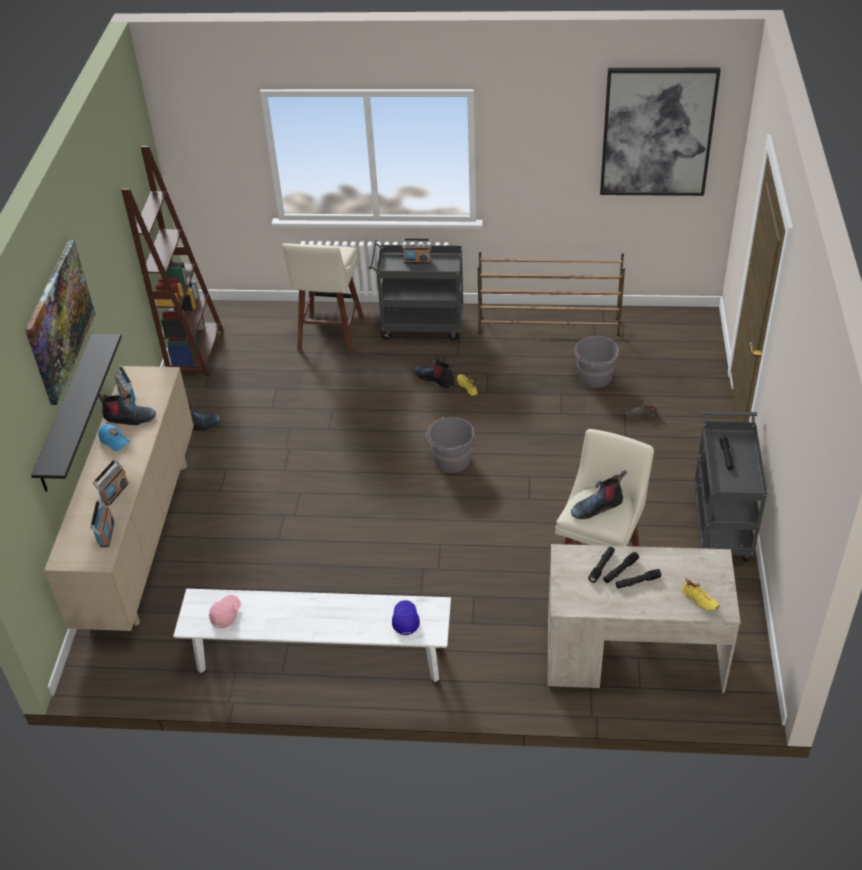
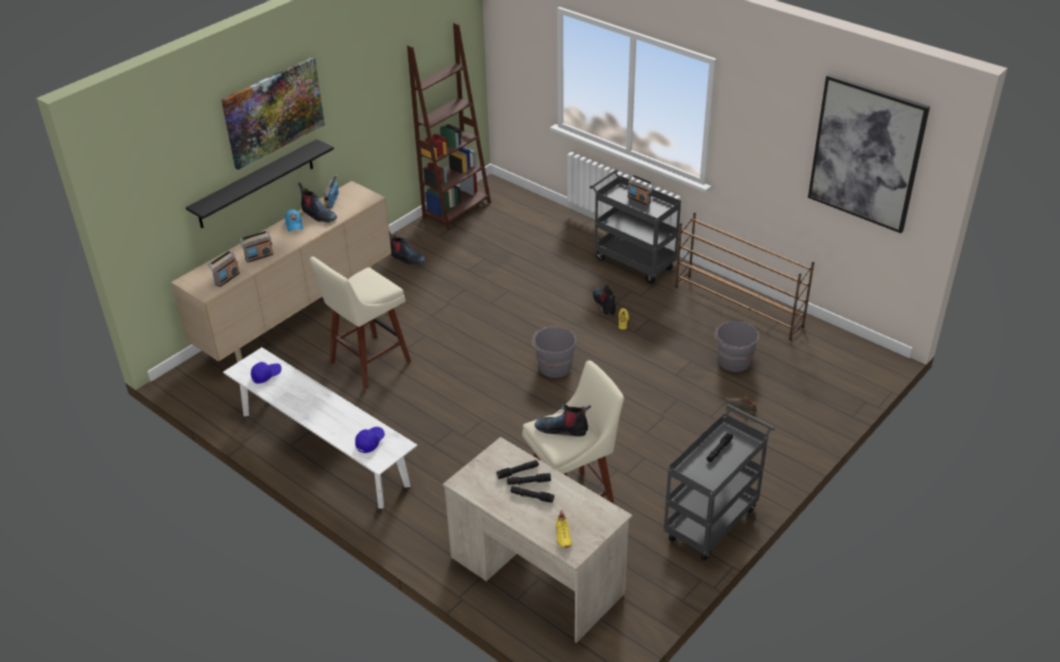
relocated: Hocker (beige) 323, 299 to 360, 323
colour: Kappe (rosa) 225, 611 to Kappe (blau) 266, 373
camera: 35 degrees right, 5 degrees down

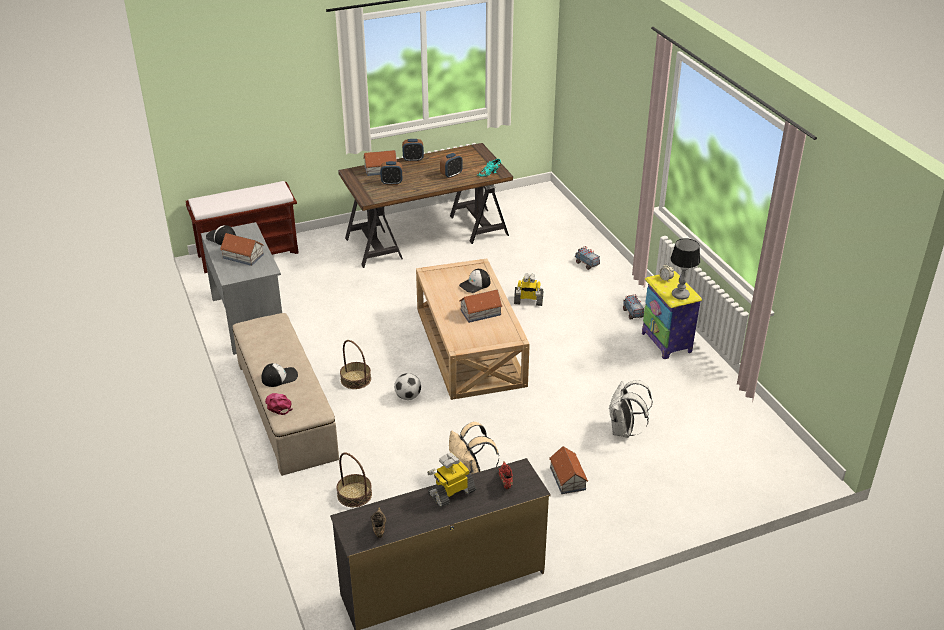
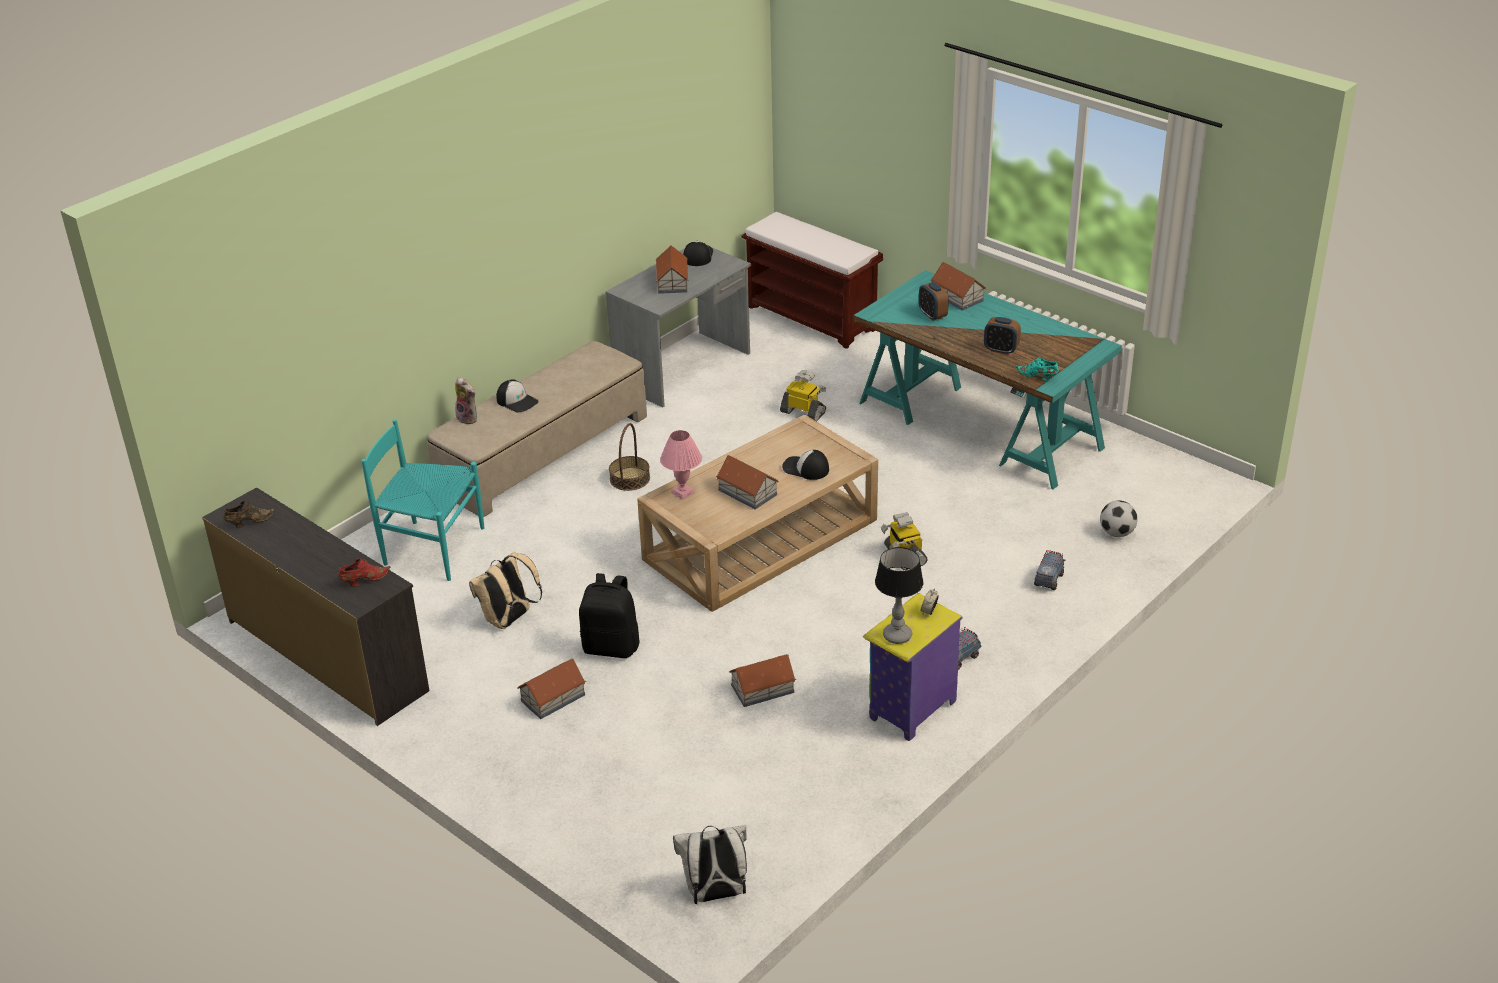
missing: Wecker 413, 150
appeared: Tischlampe (rosa) 681, 464; Rucksack (schwarz) 609, 615; Spielzeughaus 762, 680
relocated: Fußball 407, 386 to 1119, 518; Rucksack (weiß) 631, 409 to 710, 864; Spielzeugroboter 451, 479 to 803, 396
exchanged: Kappe (rosa) 279, 404 to Plüschtier 466, 401; Korb 354, 479 to Stuhl (türkis) 423, 500
colour: Schreibtisch (braun) 425, 205 to Schreibtisch (türkis) 988, 380
camera: 65 degrees right, 0 degrees up

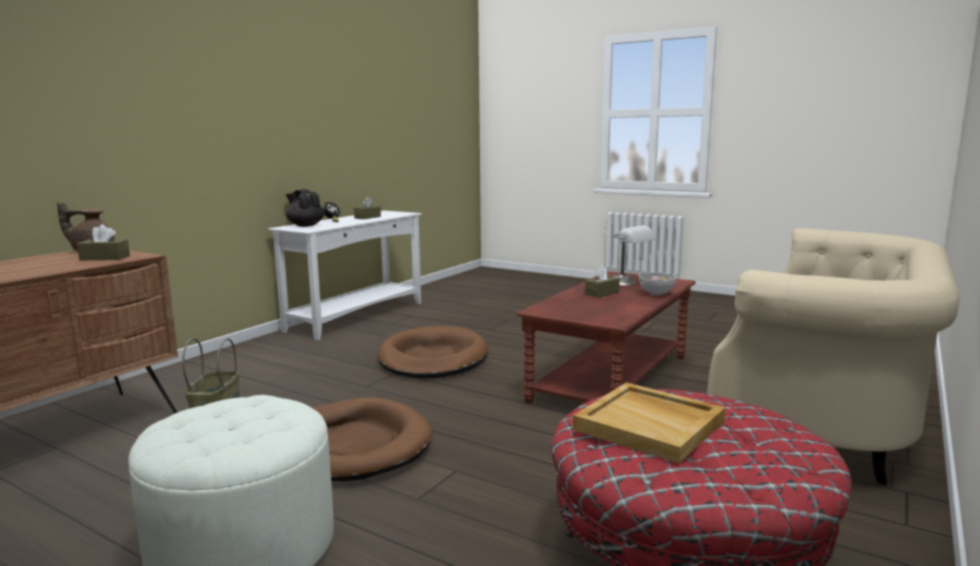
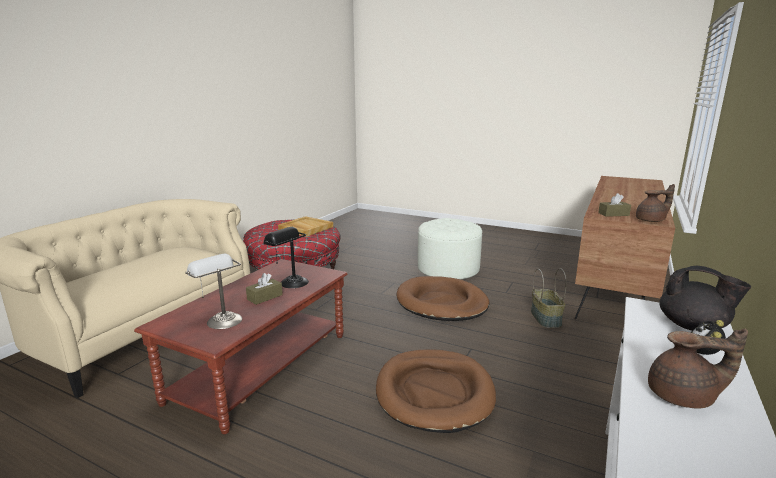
missing: Schüssel 658, 284
appeared: Tischlampe (schwarz) 286, 257
exchanged: Taschentuchbox (braun) 367, 208 to Teekanne (braun) 698, 368
camera: 175 degrees right, 5 degrees up

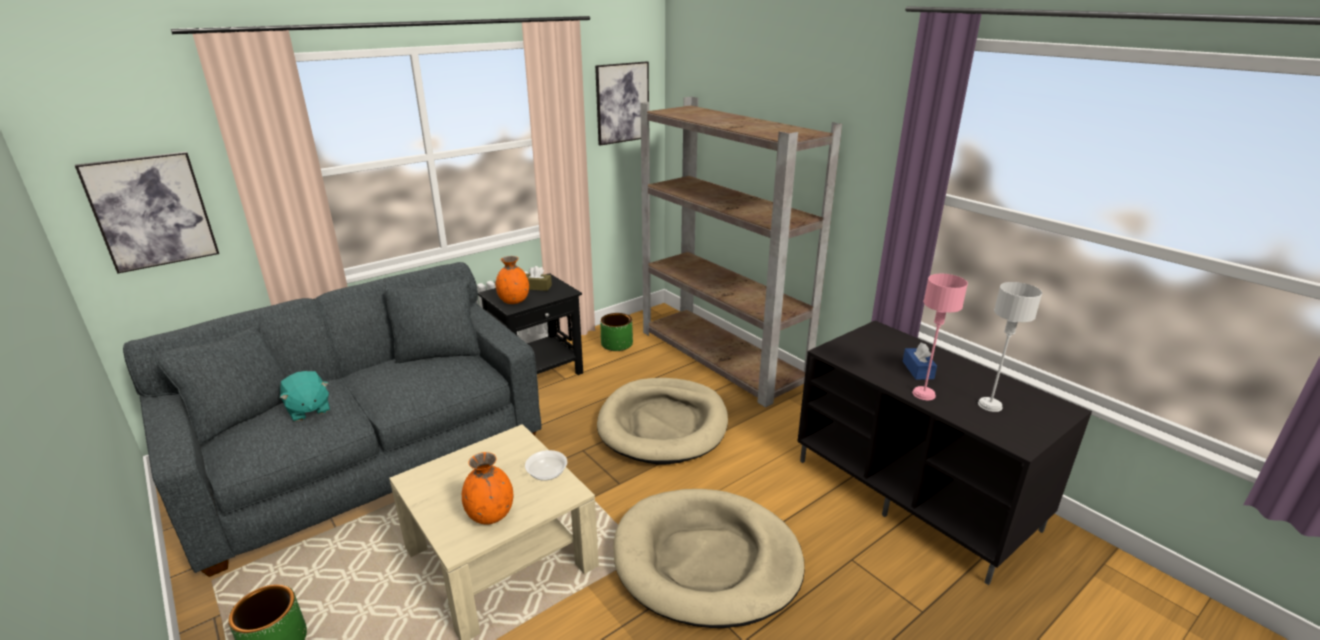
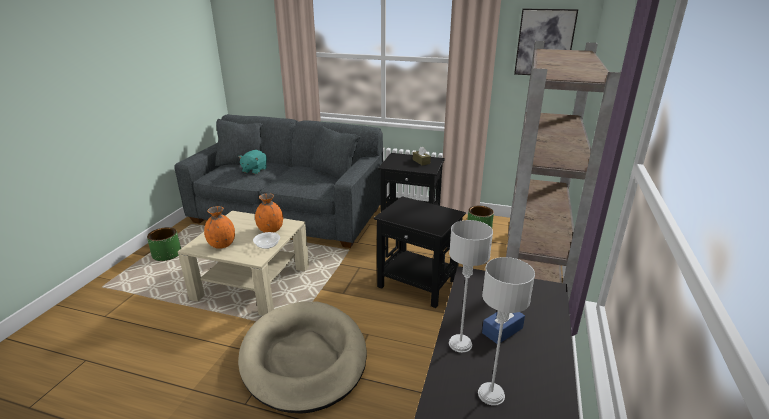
missing: Bild 147, 213
relocated: Vase (orange) 512, 280 to 269, 213
exchanged: Hundebett (beige) 662, 421 to Beistelltisch (schwarz) 420, 252
colour: Tischlampe (rosa) 940, 337 to Tischlampe (grau) 471, 286
camera: 55 degrees right, 0 degrees up

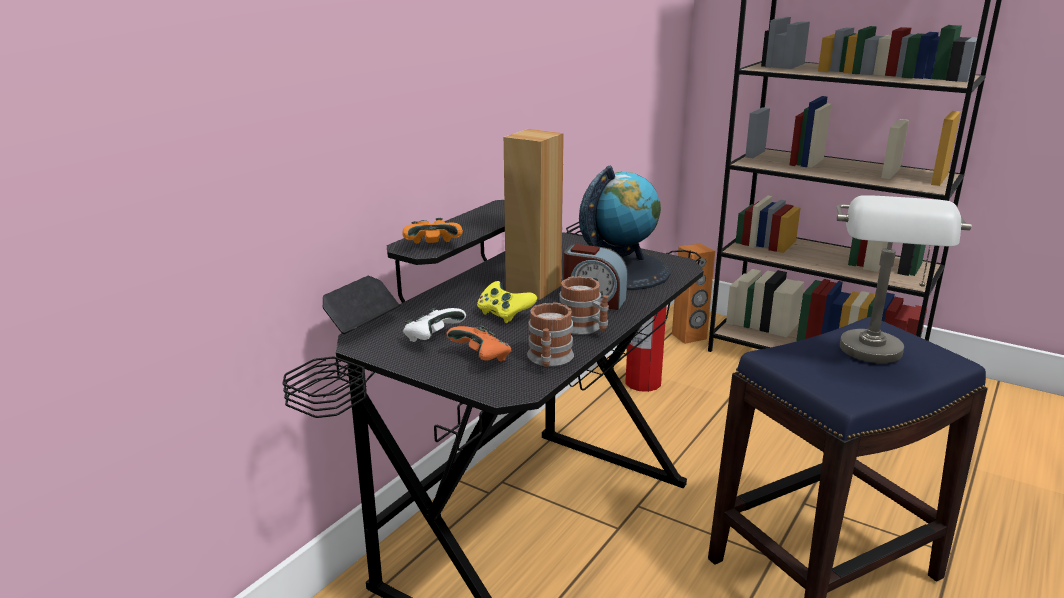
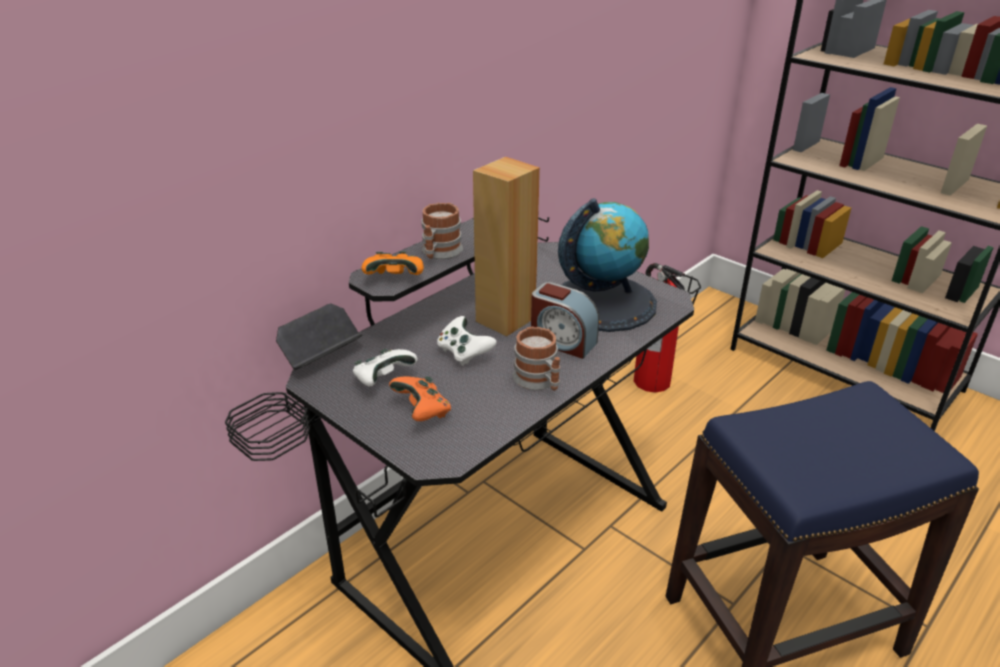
missing: Tischlampe (grau) 903, 279; Lautsprecher (orange) 693, 293
relocated: Henkelbecher 550, 334 to 442, 231
colour: Gamepad (gelb) 507, 302 to Gamepad (weiß) 467, 341
camera: 10 degrees right, 10 degrees up

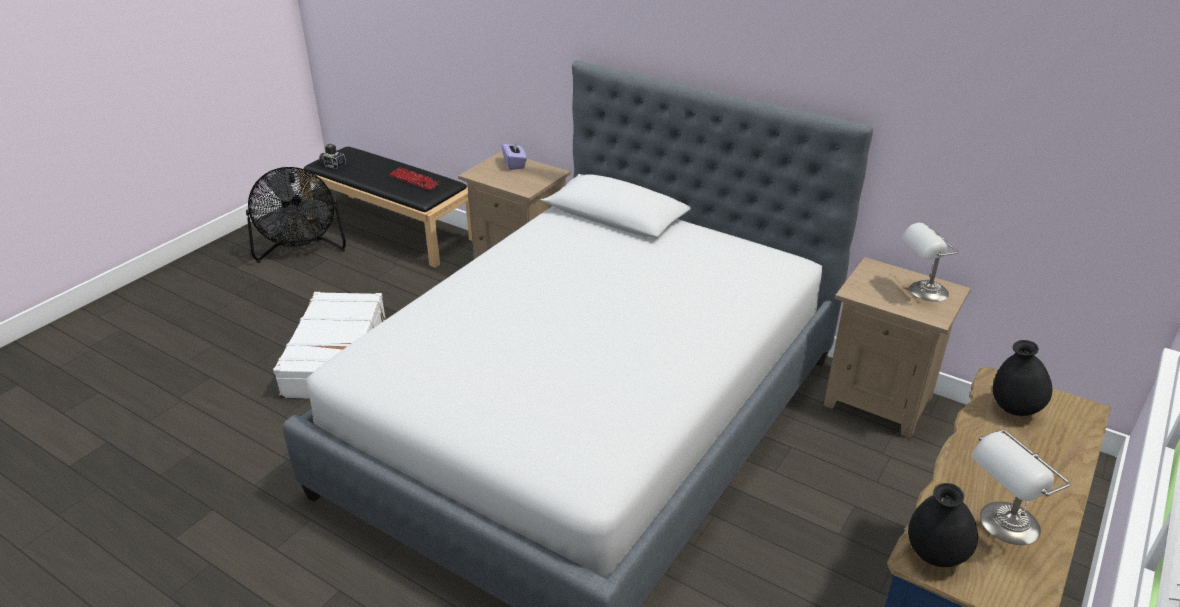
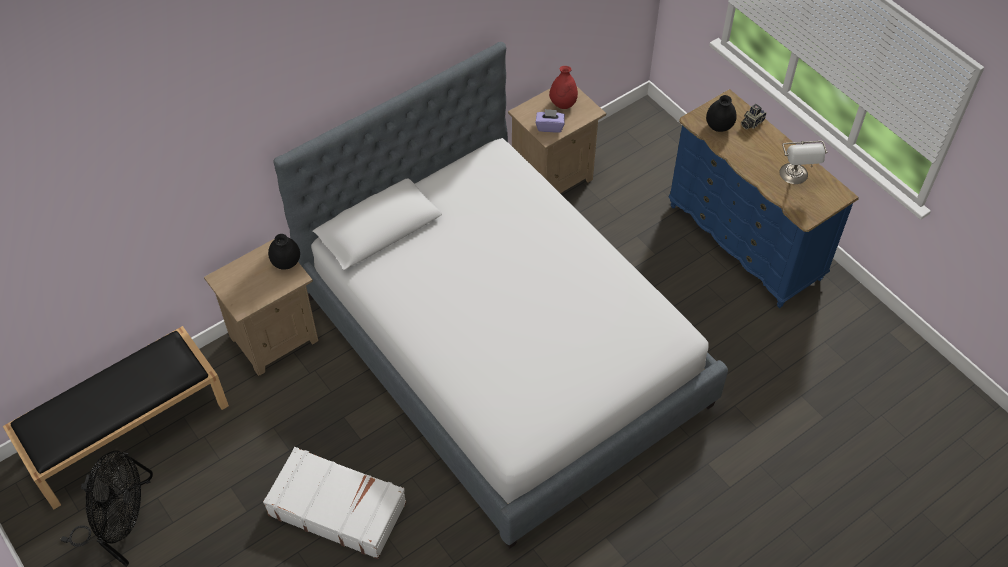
missing: Tastatur 414, 179
relocated: Taschentuchbox (lila) 514, 155 to 550, 121; Kamera 332, 156 to 753, 116; Vase (schwarz) 943, 525 to 284, 252
exchanged: Tischlampe (weiß) 930, 262 to Vase (rot) 563, 87
camera: 70 degrees left, 20 degrees up

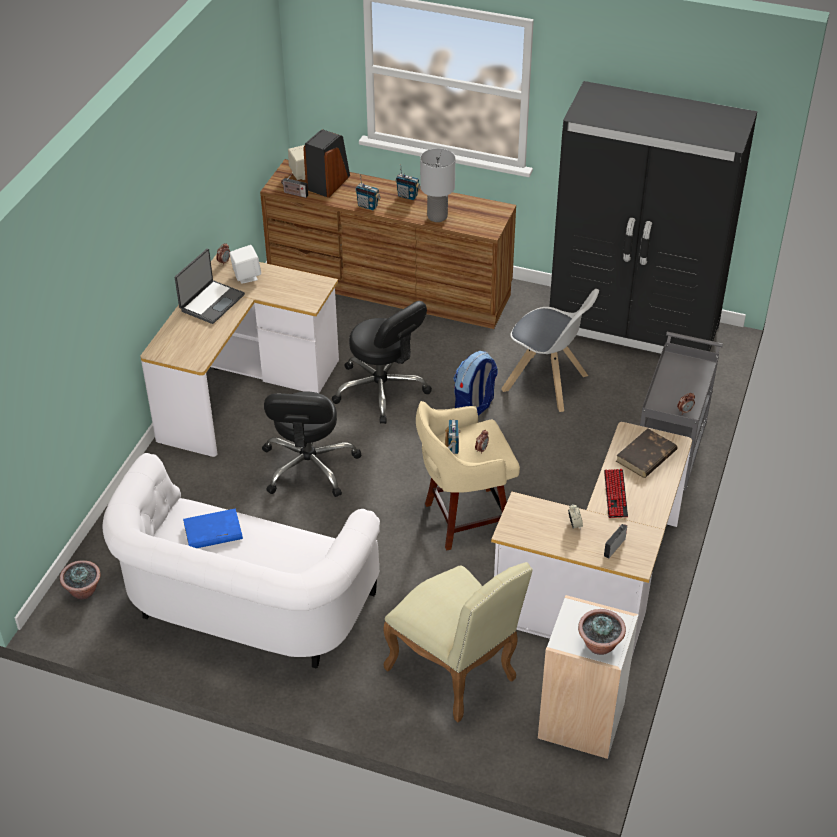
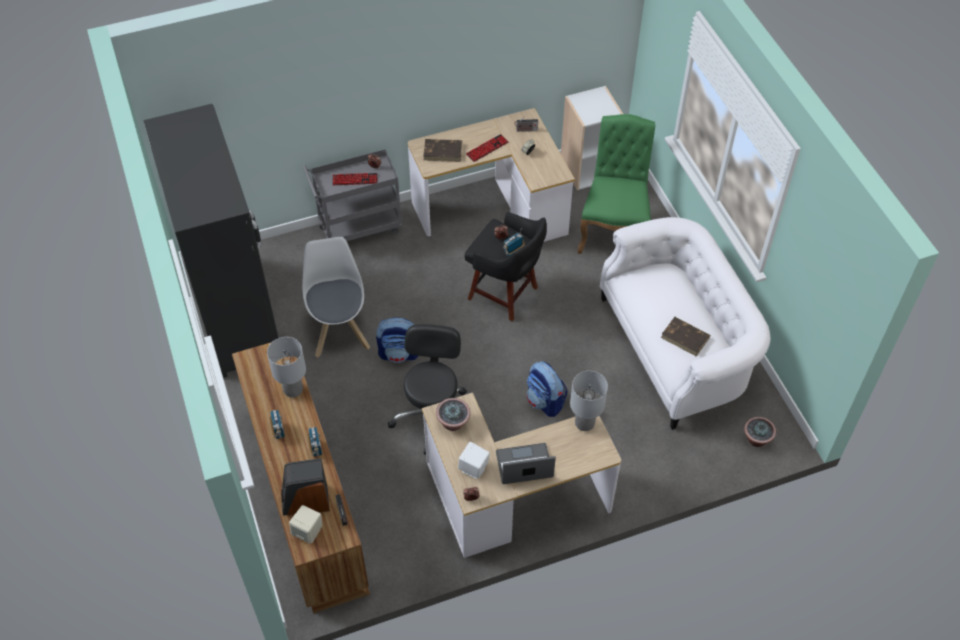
appeared: Tastatur 355, 179; Tischlampe (grau) 589, 401
relocated: Topfpflanze 602, 632 to 453, 414
exchanged: Bürostuhl (schwarz) 312, 444 to Rucksack 547, 389
colour: Hocker (beige) 468, 476 to Hocker (schwarz) 506, 266; Buch (blau) 213, 528 to Buch (braun) 686, 336; Stuhl (beige) 458, 642 to Stuhl (grün) 616, 184
camera: 130 degrees left, 10 degrees up

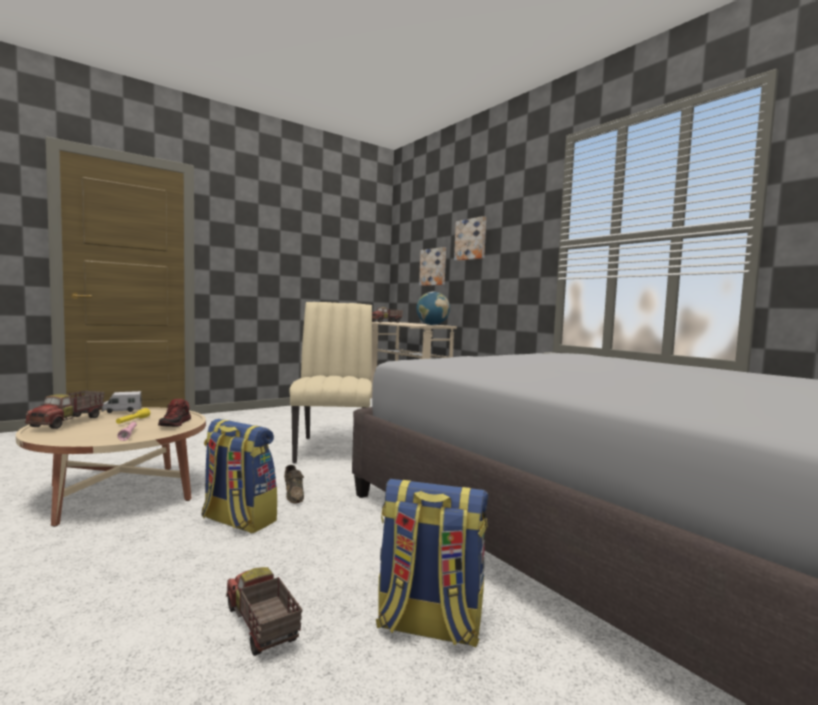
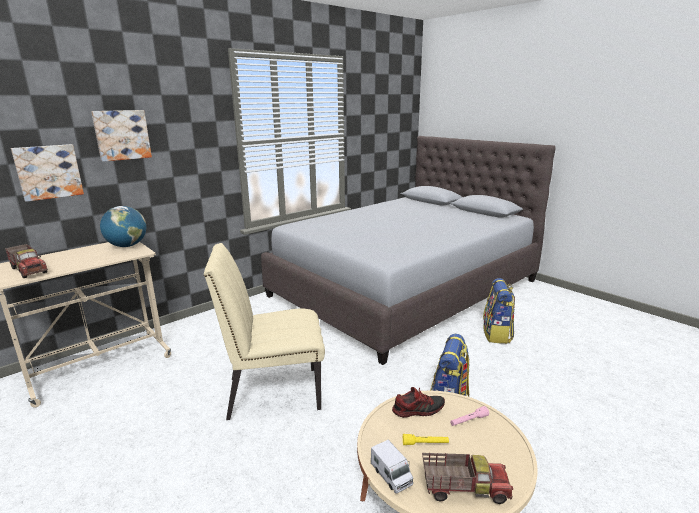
missing: Schuh (braun) 294, 484; Spielzeuglaster 264, 611
camera: 95 degrees left, 15 degrees up

